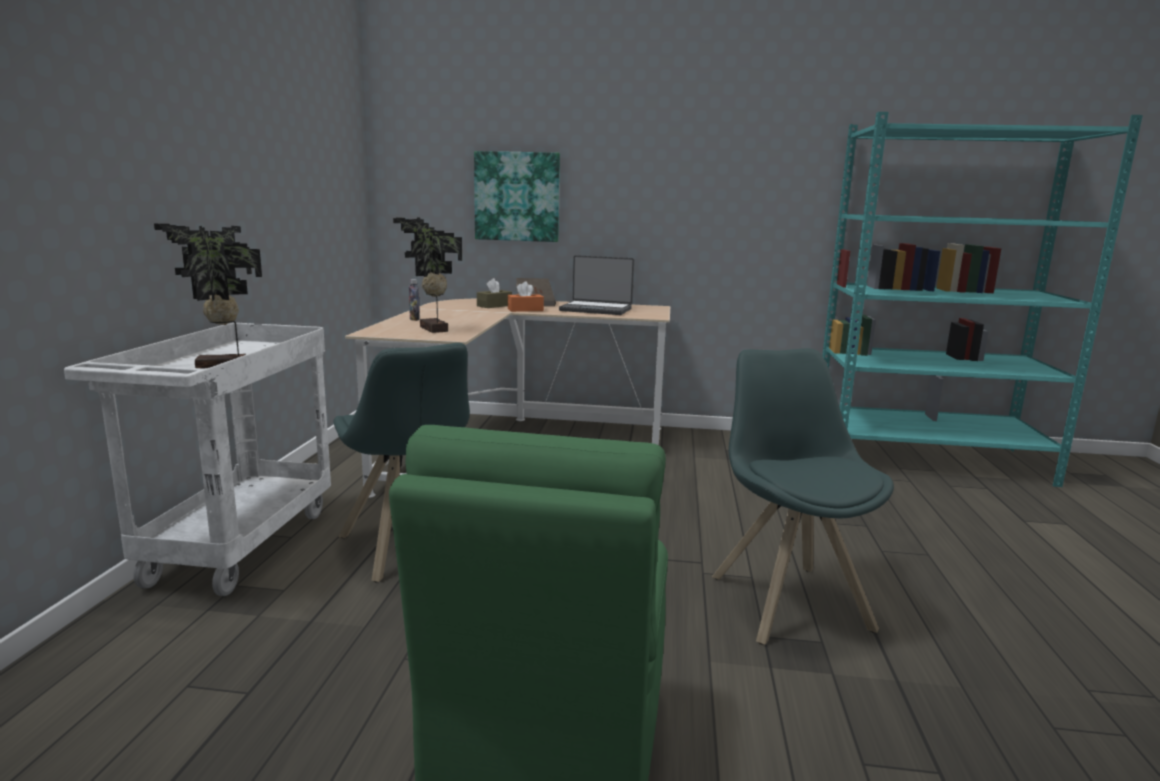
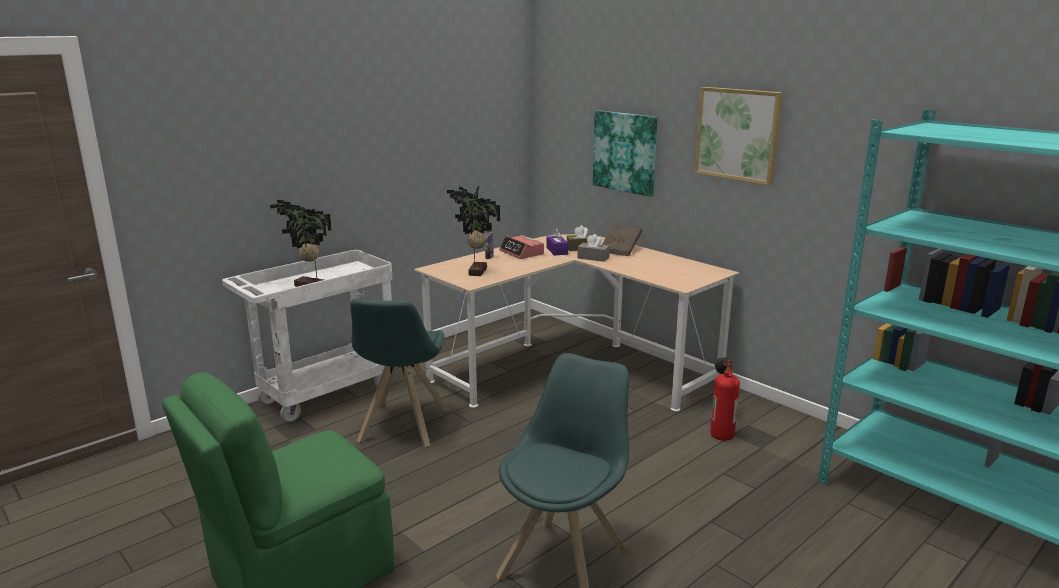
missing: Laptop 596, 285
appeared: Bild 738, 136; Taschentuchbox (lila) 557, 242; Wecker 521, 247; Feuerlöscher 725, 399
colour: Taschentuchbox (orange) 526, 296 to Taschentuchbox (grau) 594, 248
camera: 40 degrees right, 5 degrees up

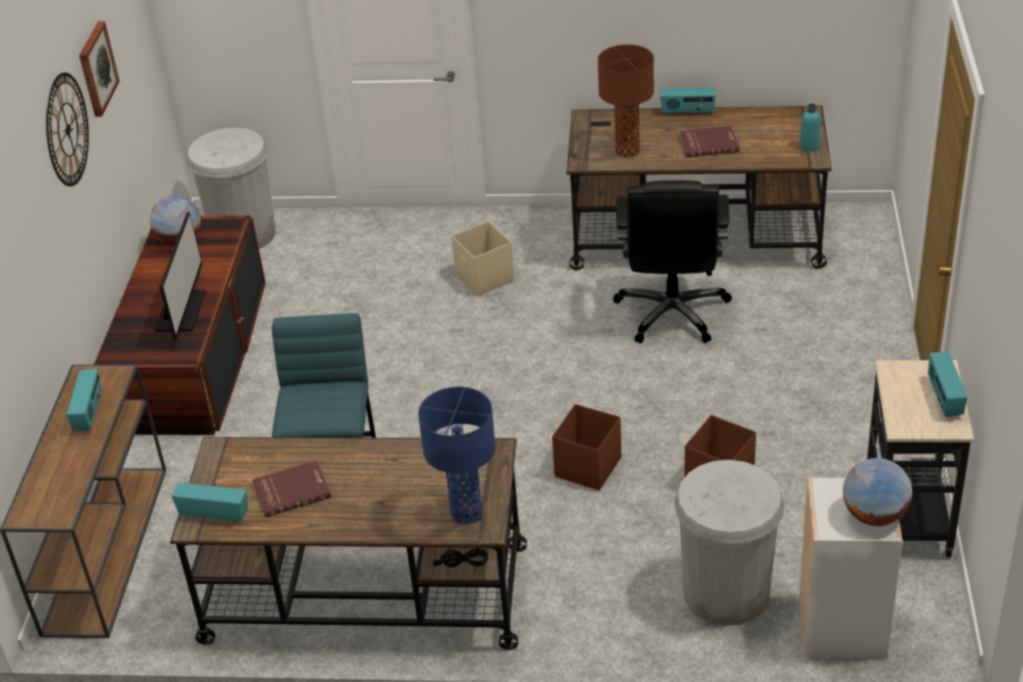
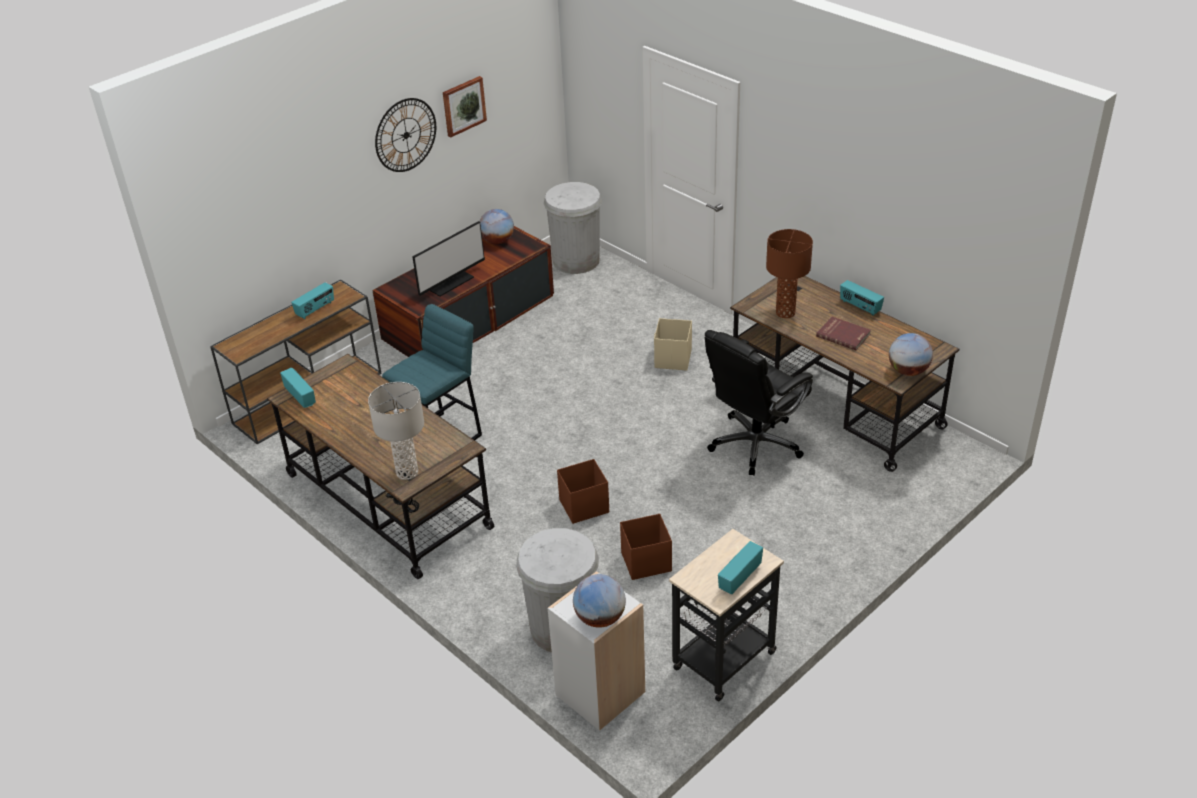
missing: Buch (rot) 292, 488
exchanged: Flasche (türkis) 809, 127 to Globus 911, 354
colour: Tischlampe (blau) 457, 455 to Tischlampe (weiß) 396, 431
camera: 40 degrees right, 0 degrees up

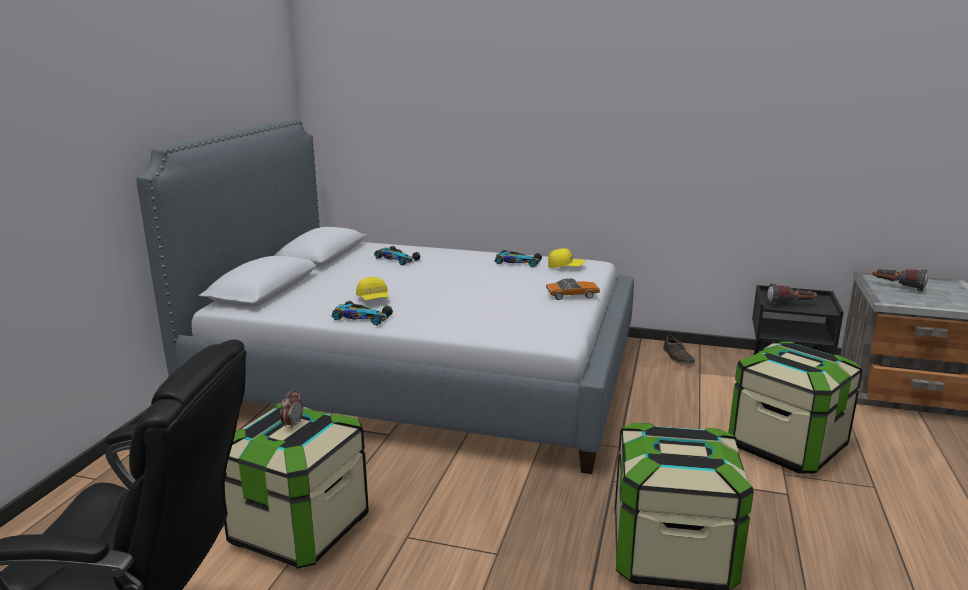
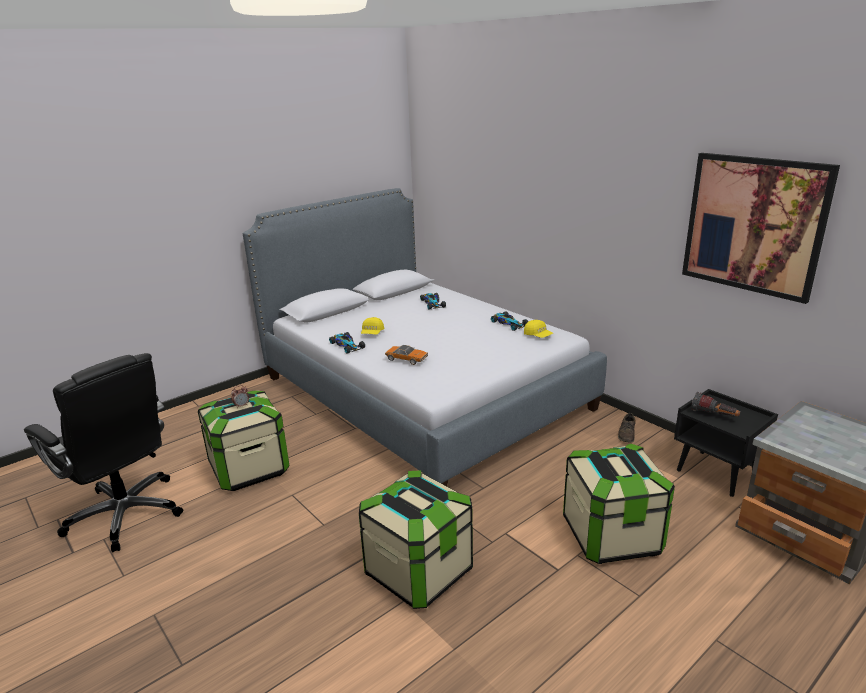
missing: Taschenlampe 900, 280
appeared: Bild 761, 228
relocated: Spielzeugauto 573, 289 to 406, 355
camera: 35 degrees right, 5 degrees up

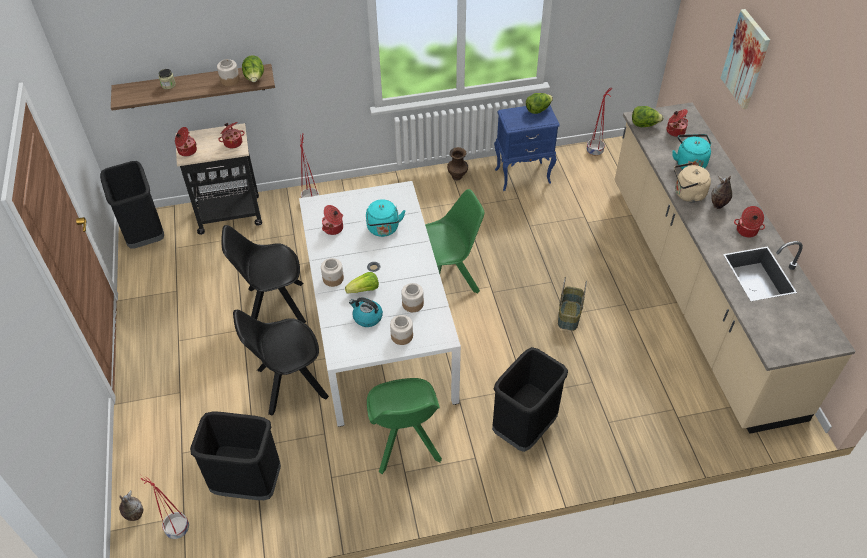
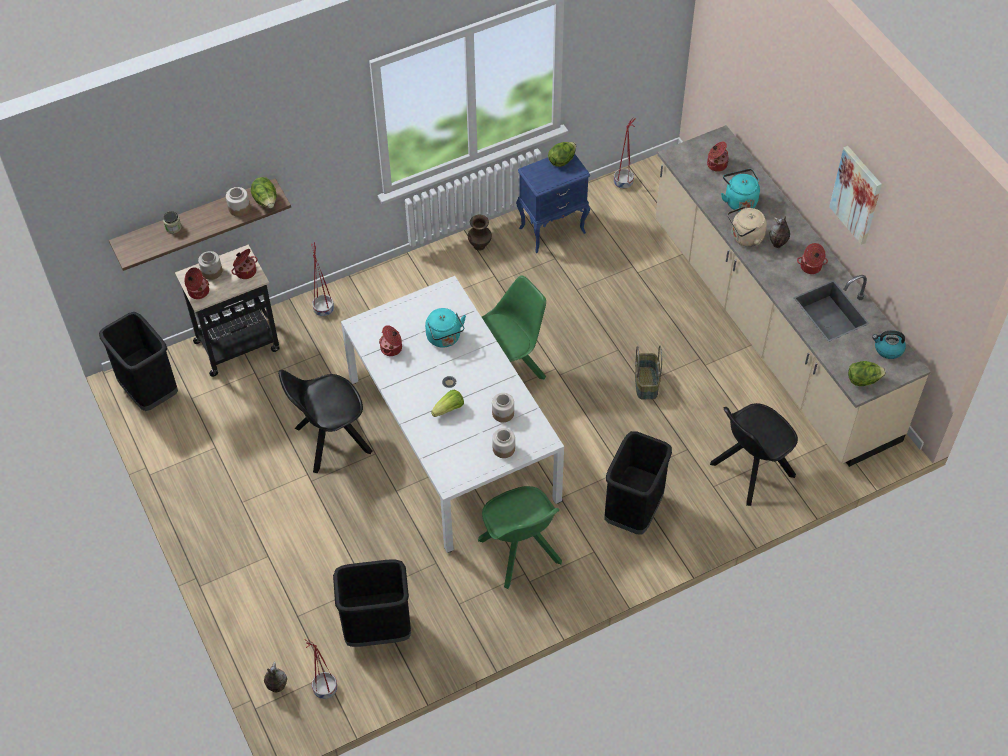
relocated: Bild 745, 59 to 855, 195; Salatkopf 648, 116 to 867, 373; Vorratsglas 332, 272 to 210, 265; Wasserkessel 366, 312 to 889, 344; Stuhl (schwarz) 281, 363 to 754, 454
camera: 15 degrees left, 5 degrees up

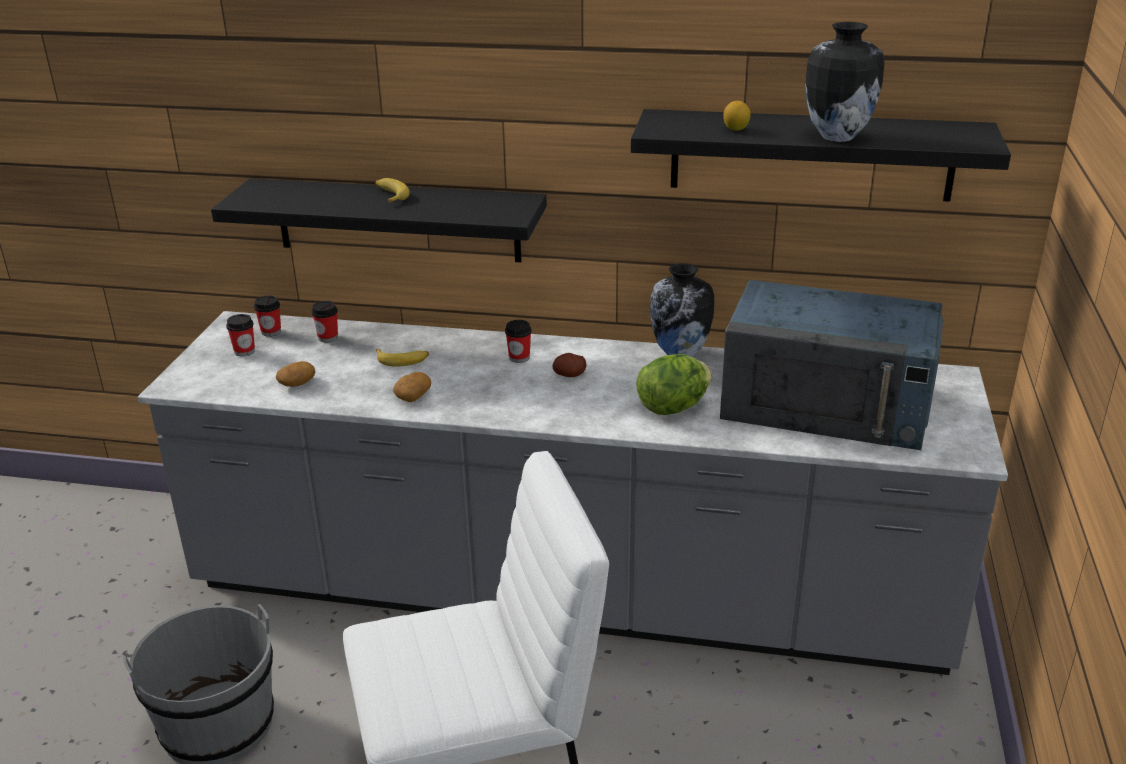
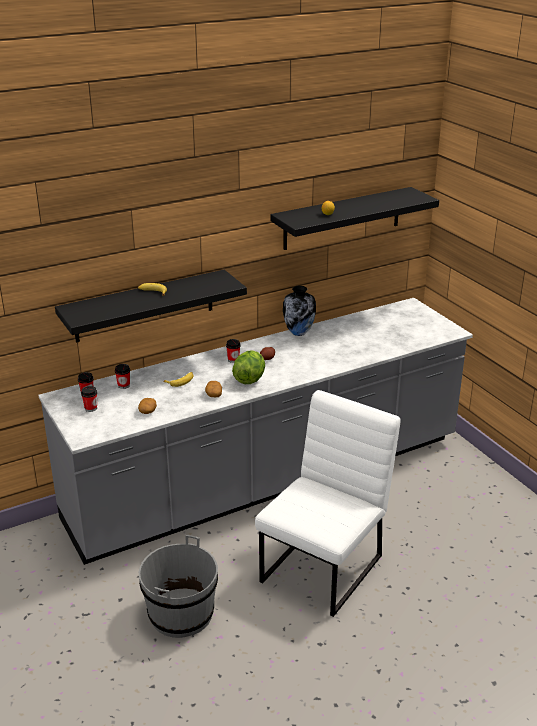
missing: Vase 845, 82; Mikrowelle (blau) 831, 365
relocated: Salatkopf 674, 384 to 248, 367
camera: 40 degrees left, 0 degrees up

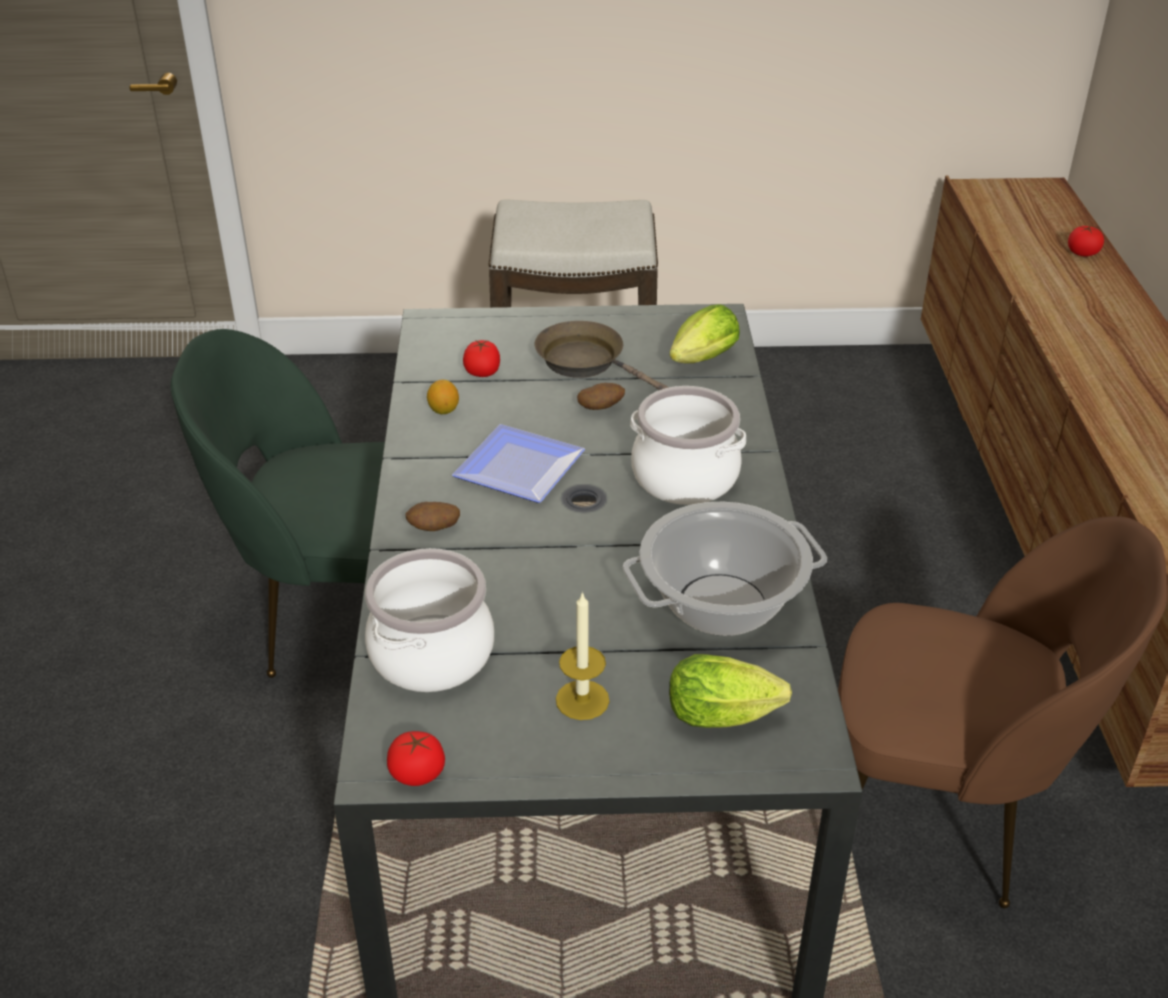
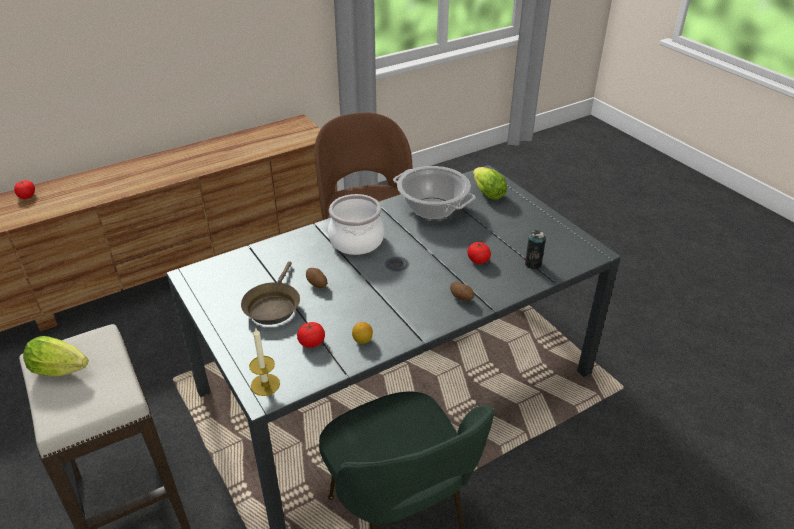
missing: Teller 518, 463
relocated: Salatkopf 705, 333 to 55, 356; Kerze 583, 655 to 264, 361; Tomate 416, 758 to 479, 253
exchanged: Kochtopf 429, 620 to Dose 535, 249
camera: 120 degrees left, 0 degrees up

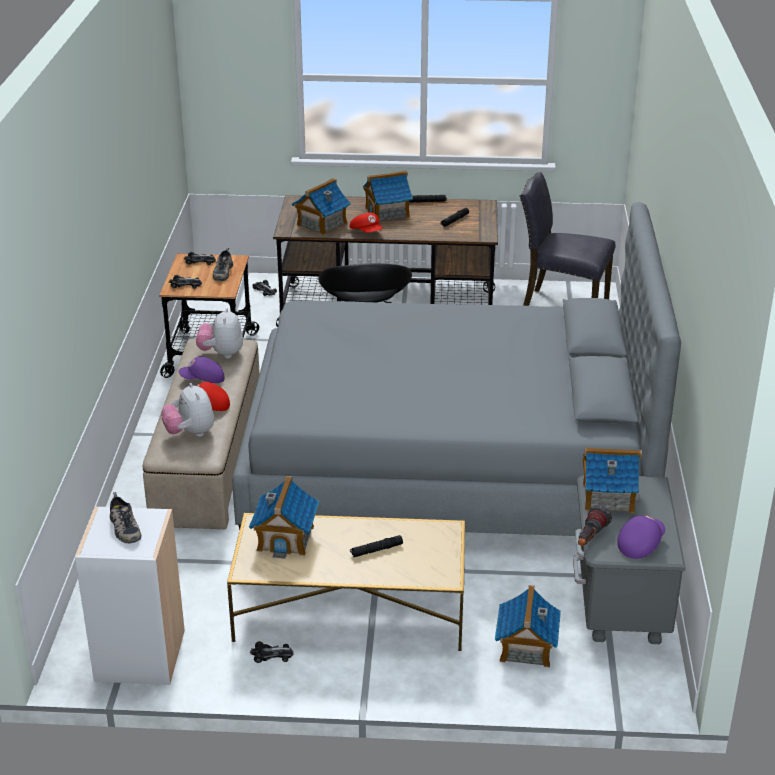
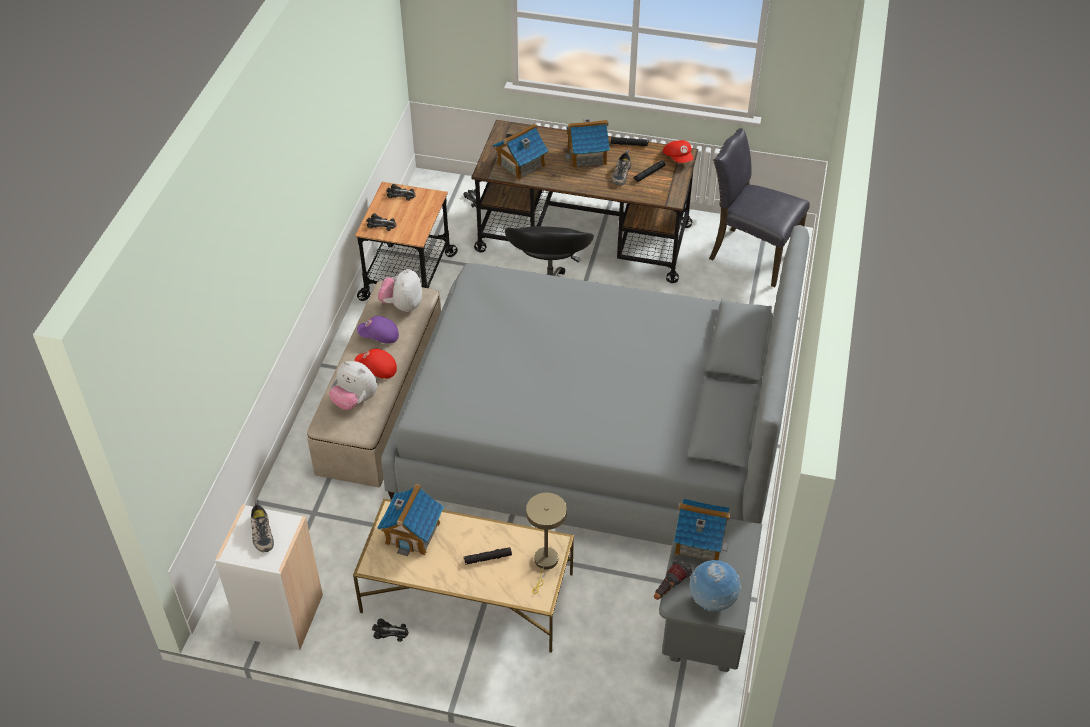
missing: Spielzeughaus 528, 626
appeared: Tischlampe (beige) 546, 543
relocated: Kappe (rot) 366, 223 to 678, 151; Schuh 223, 264 to 621, 168
exchanged: Kappe (lila) 641, 537 to Globus 715, 585
spun: Plüschtier 188, 410 = 353, 385 45 degrees counterclockwise
camera: 10 degrees right, 15 degrees up

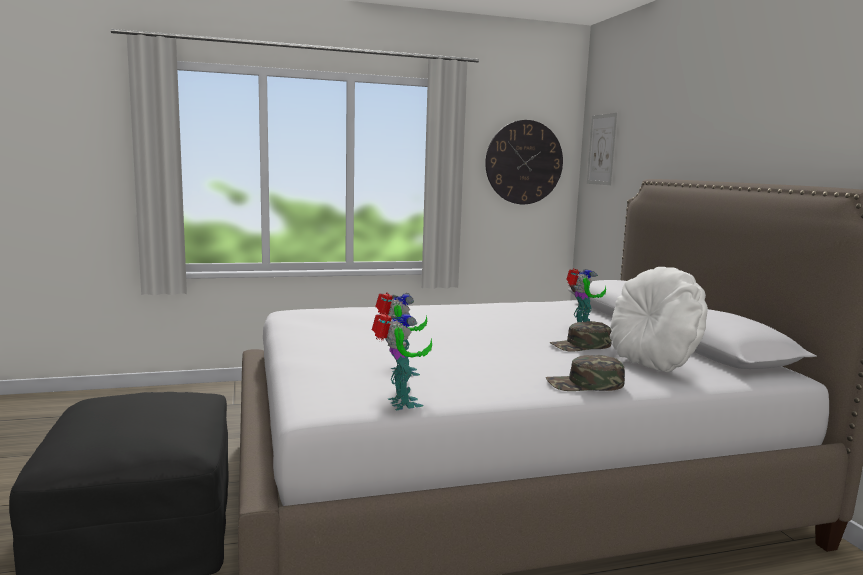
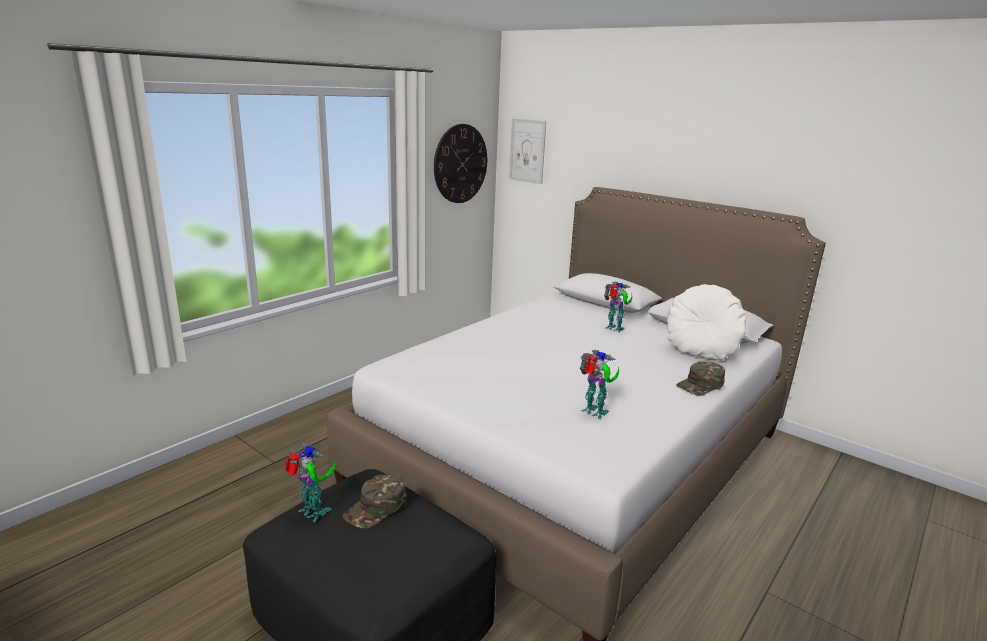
relocated: Spielzeugroboter 402, 361 to 310, 482; Kappe (grün) 580, 336 to 374, 501
camera: 35 degrees left, 10 degrees up

